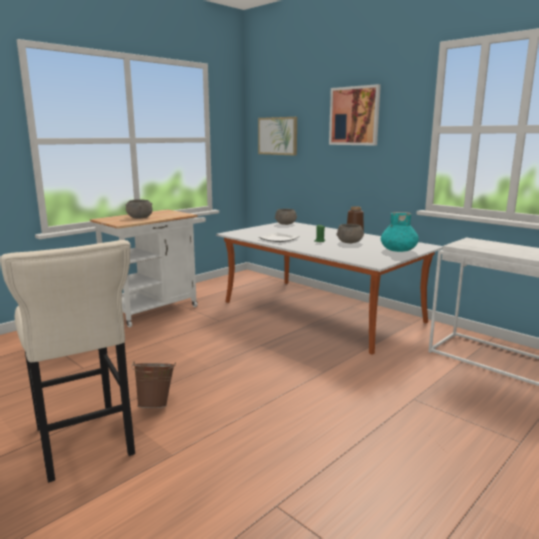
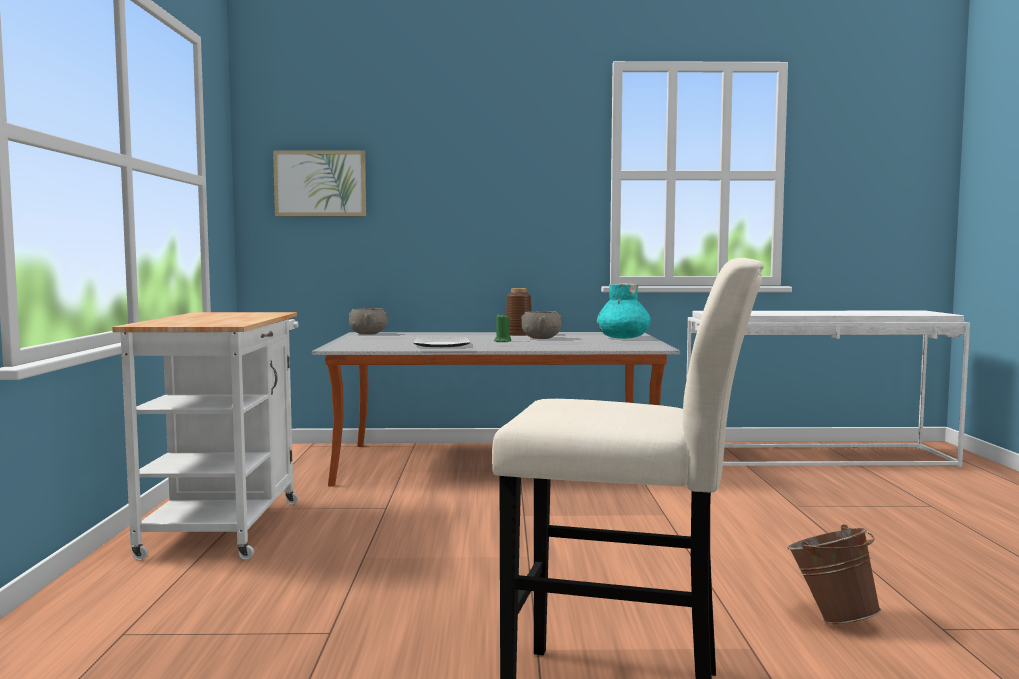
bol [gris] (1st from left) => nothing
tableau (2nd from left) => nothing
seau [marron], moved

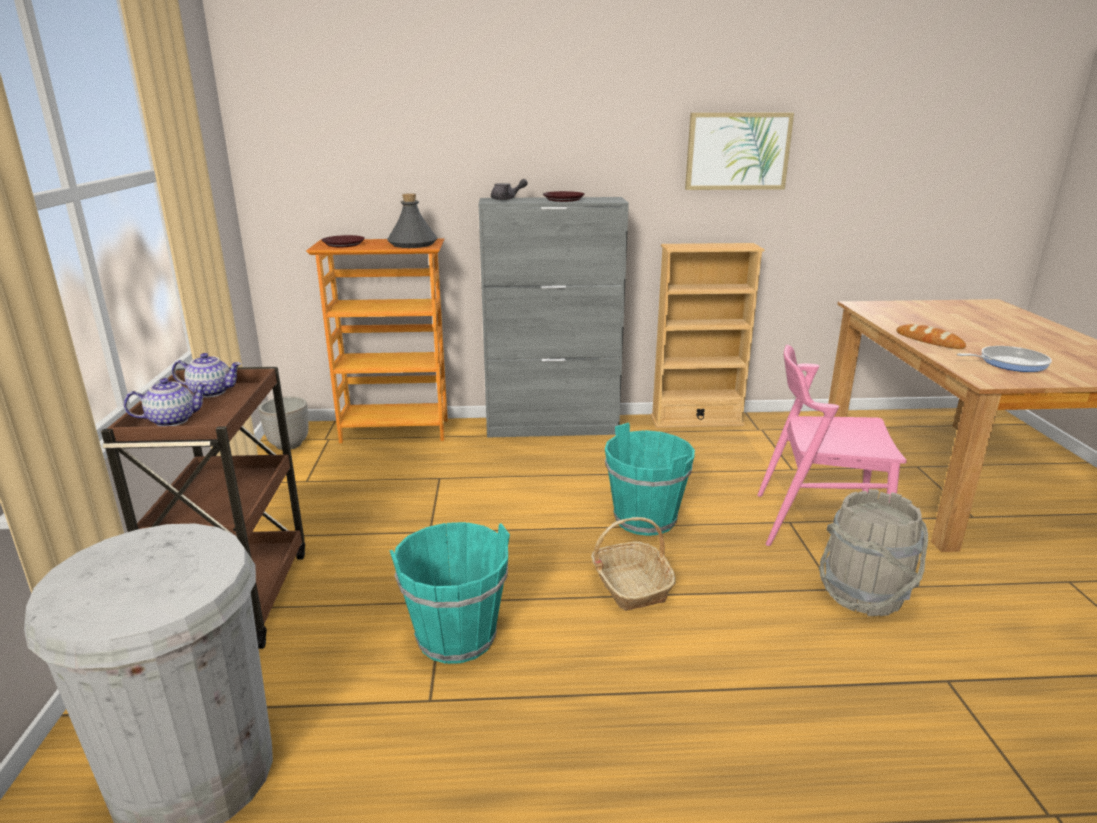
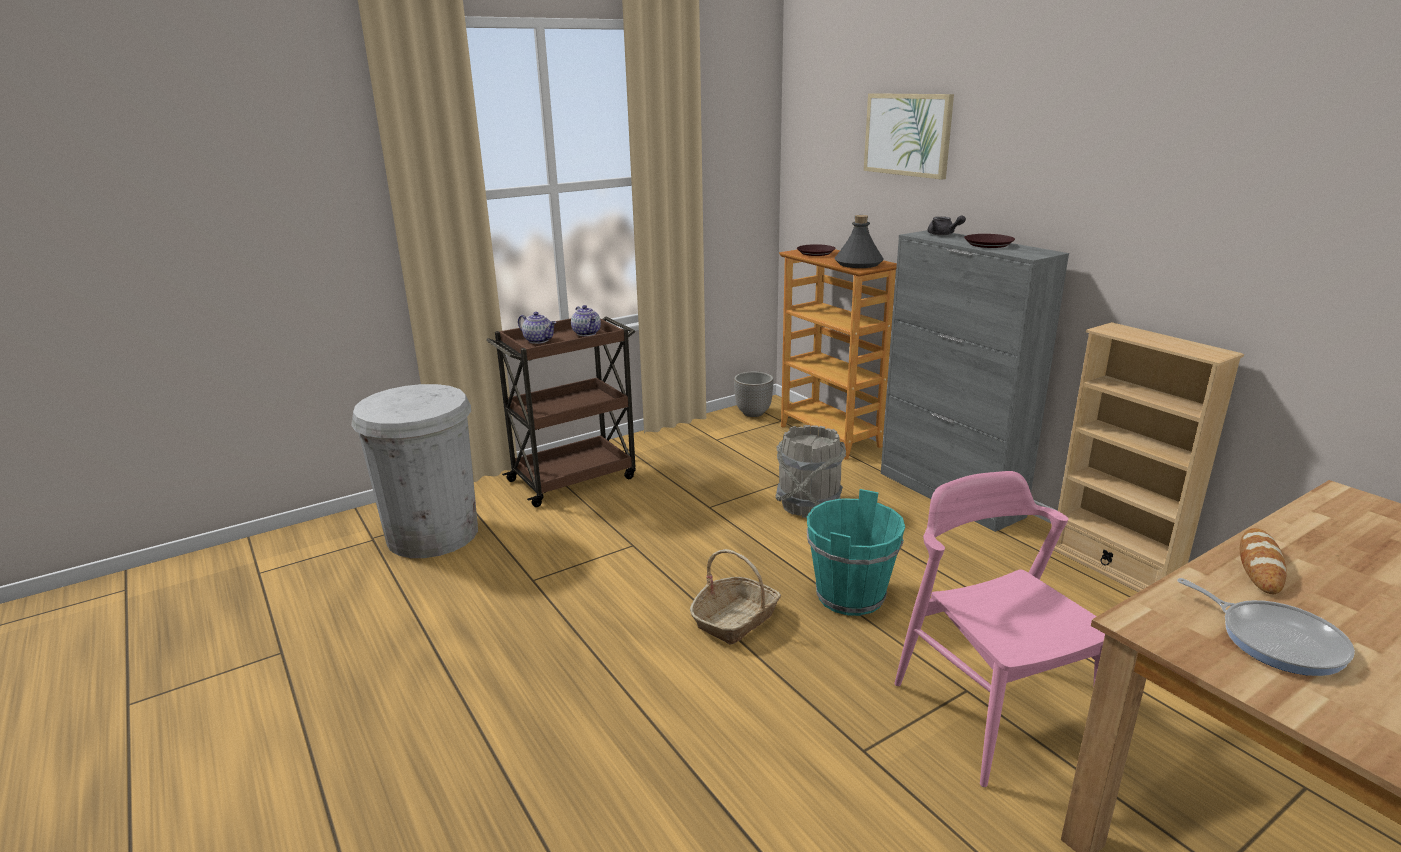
seau [turquoise] (1st from left) => nothing
tableau, moved
seau [gris], moved

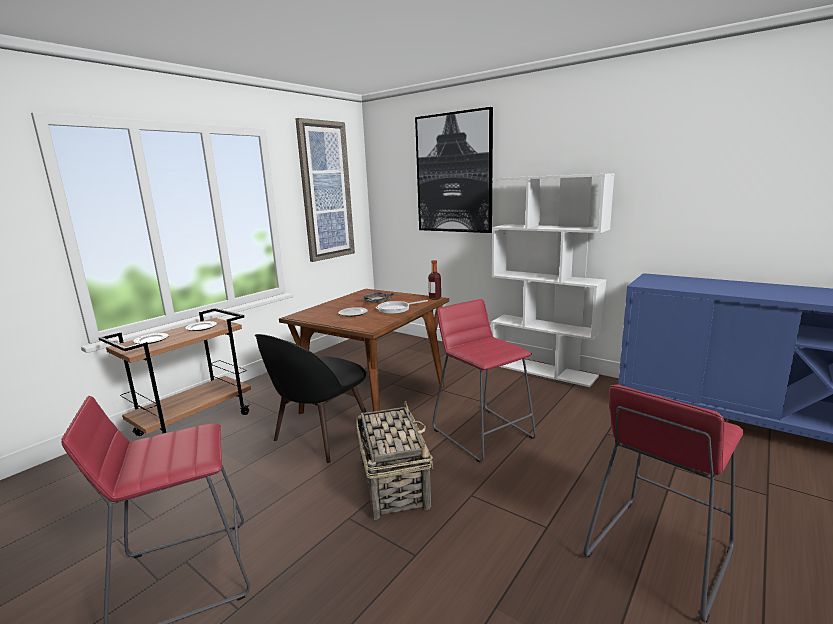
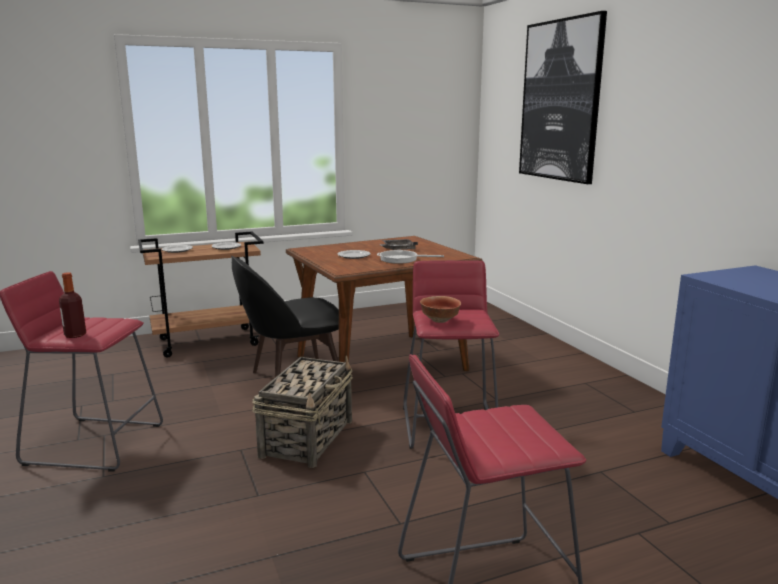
tableau (1st from left) => nothing
bibliothèque [blanc] => nothing
nothing => bol
bouteille, moved

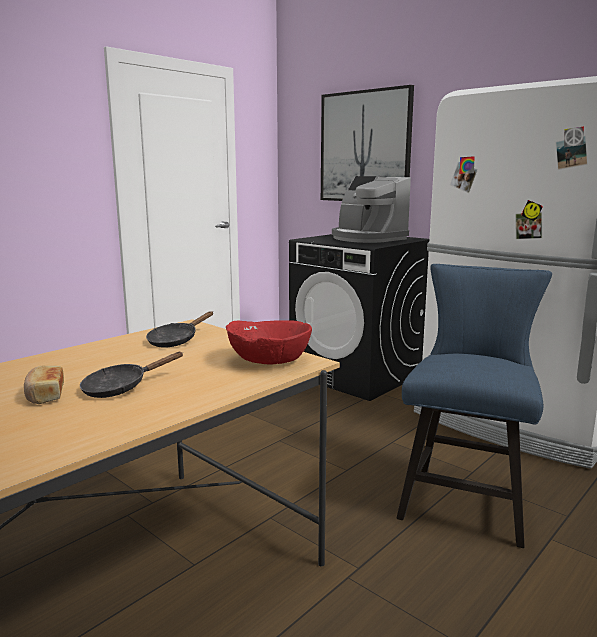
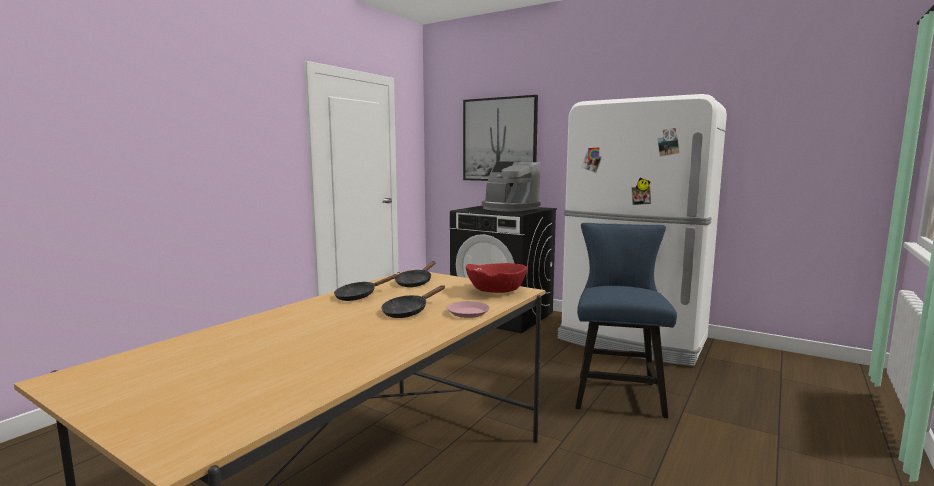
pain => nothing
nothing => poêle [noir] (1st from left)
nothing => assiette [rose]

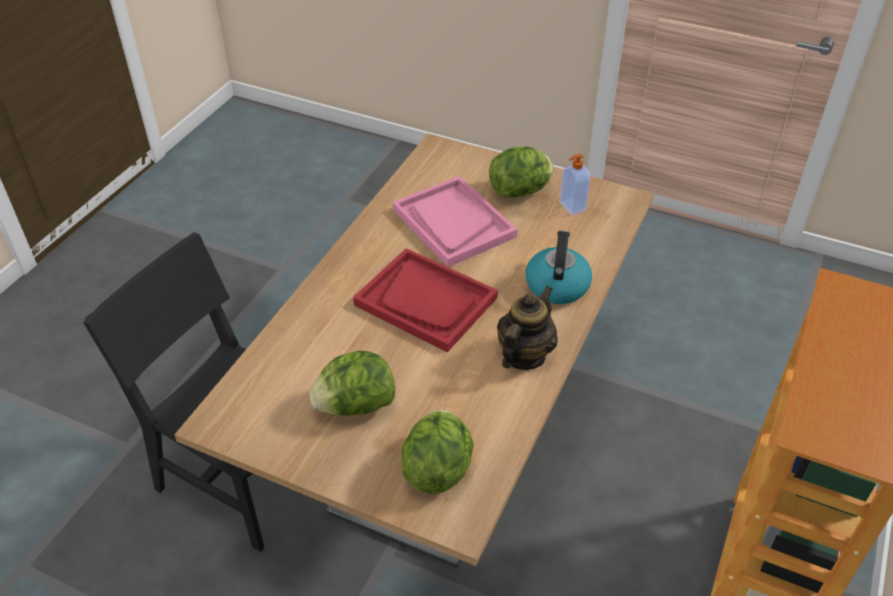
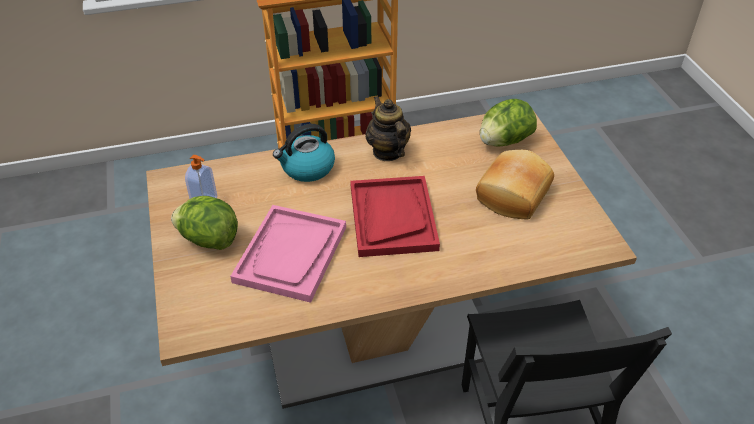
laitue (1st from left) => pain
théière, 75 degrees clockwise

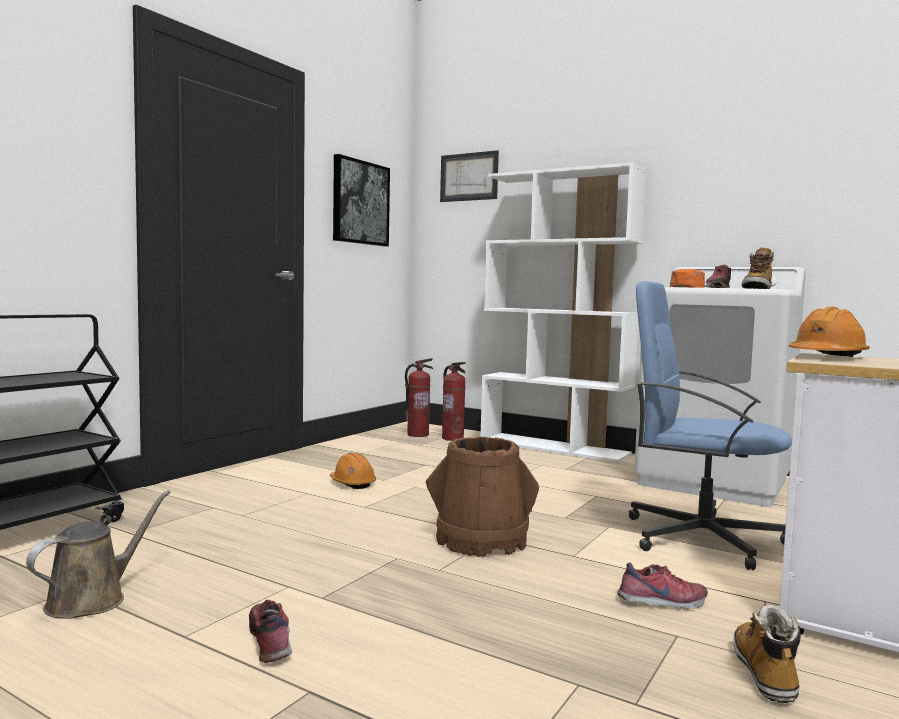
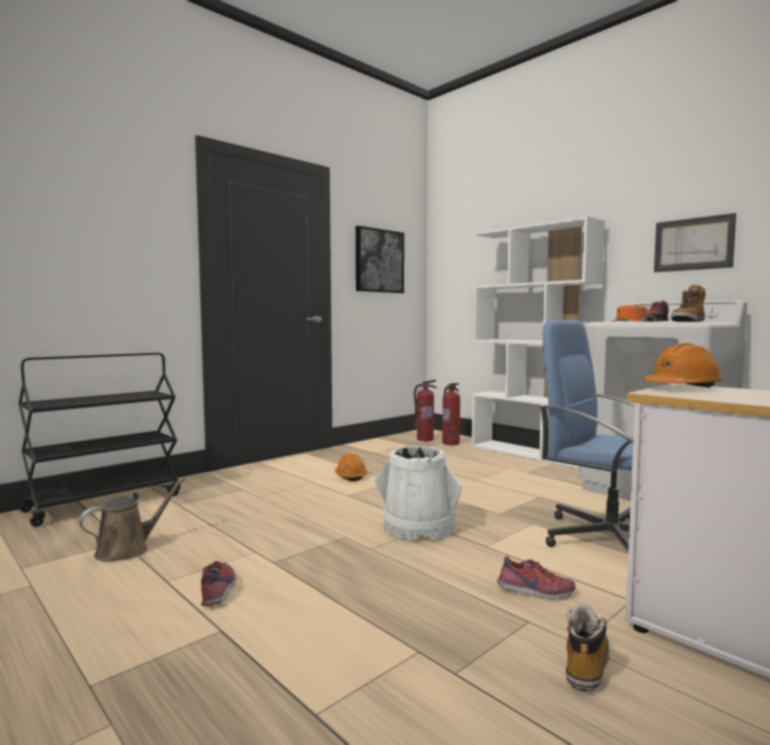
tableau (2nd from left), moved
seau [marron] => seau [blanc]

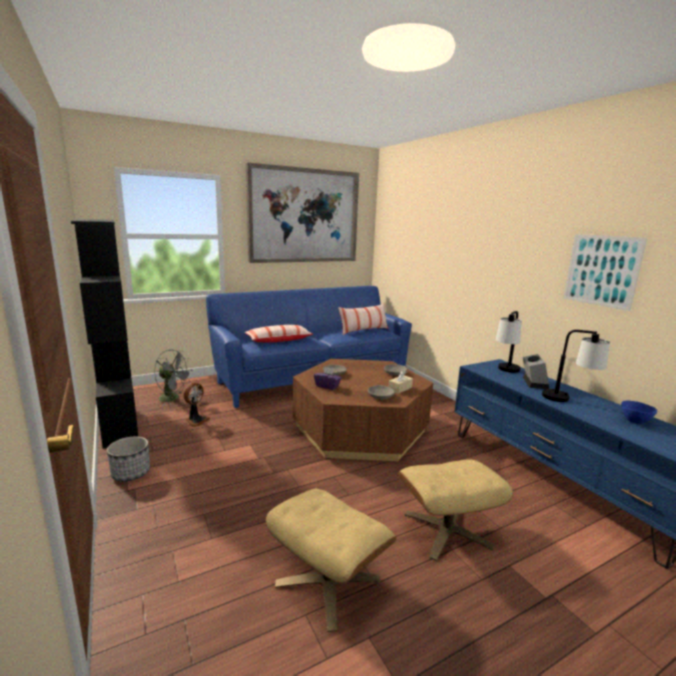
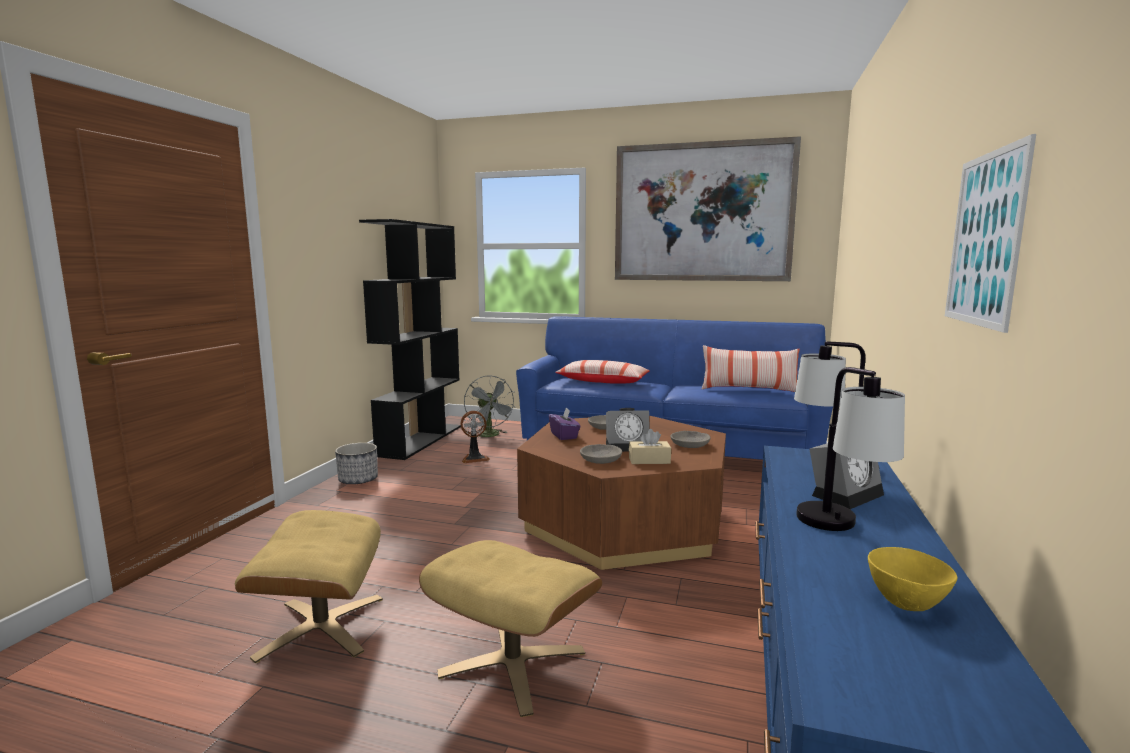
nothing => réveil (1st from left)
bol [bleu] => bol [jaune]

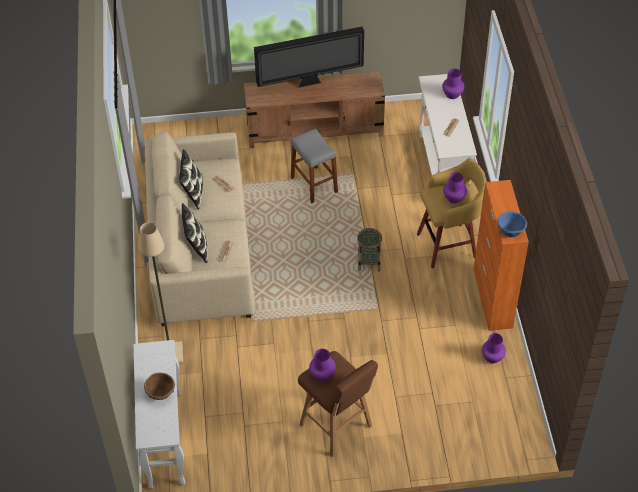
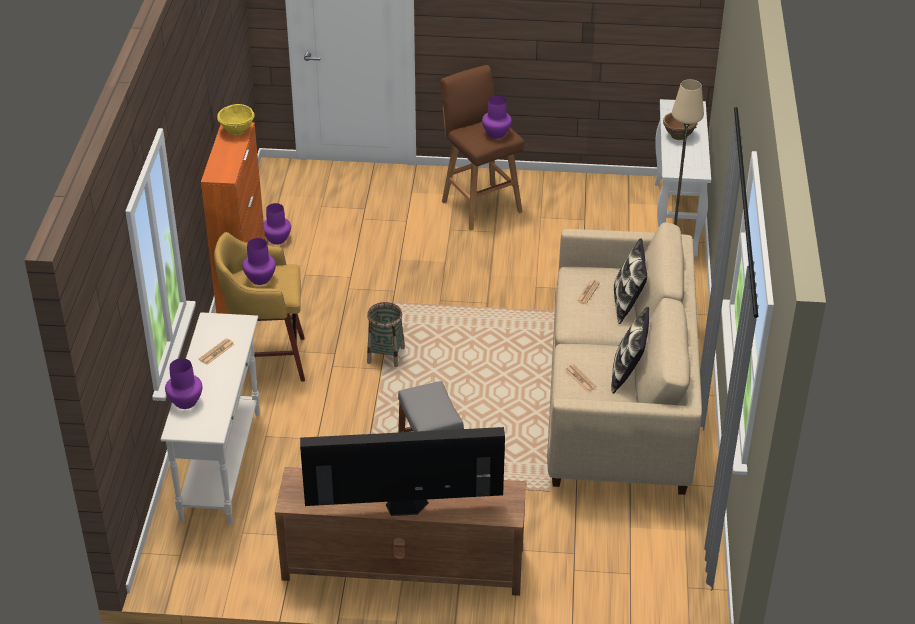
bol [bleu] => bol [jaune]

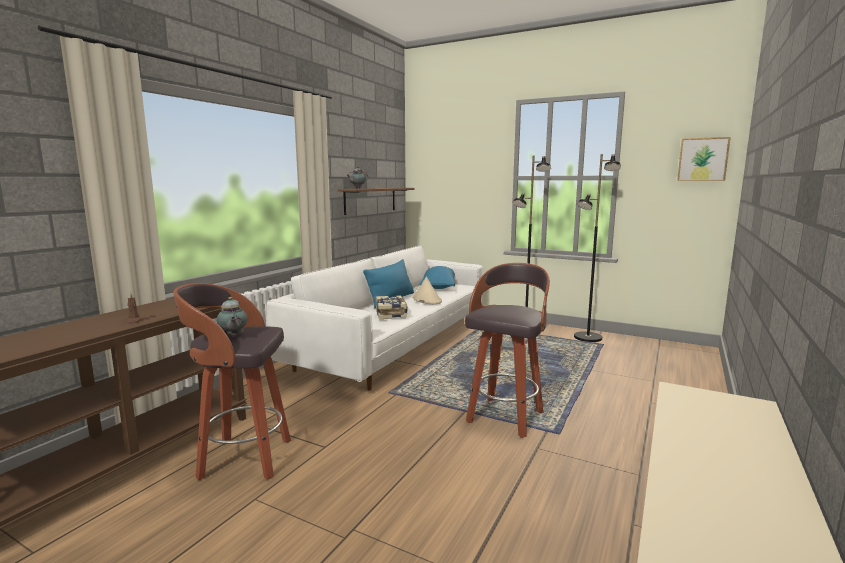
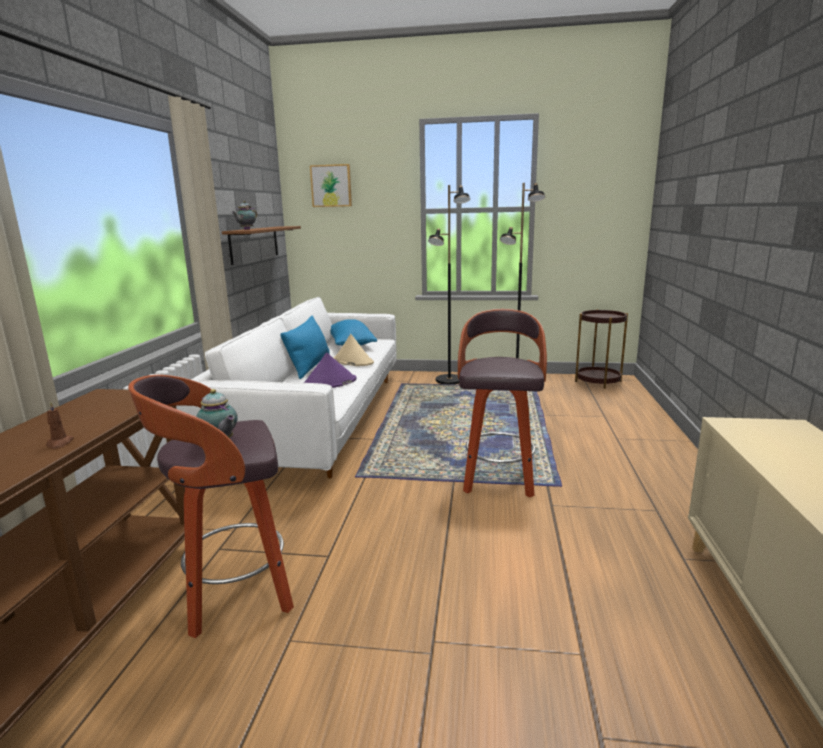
nothing => table d'appoint [marron]
tableau, moved
livre => chapeau [violet]

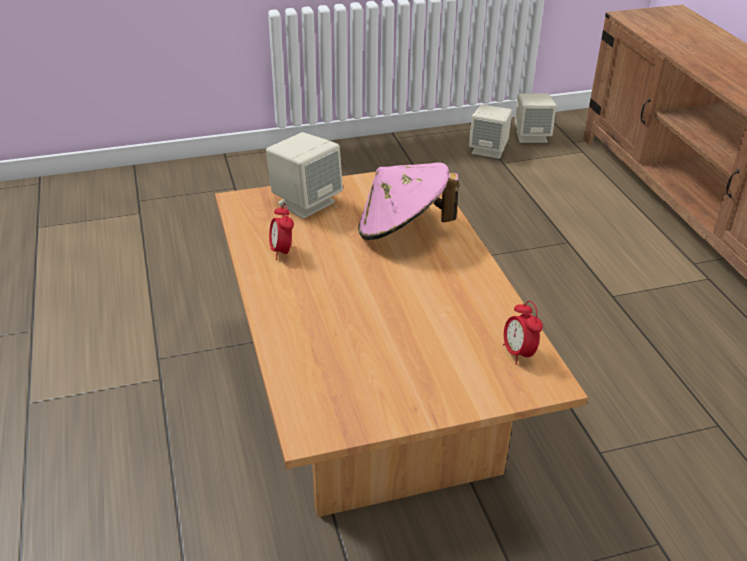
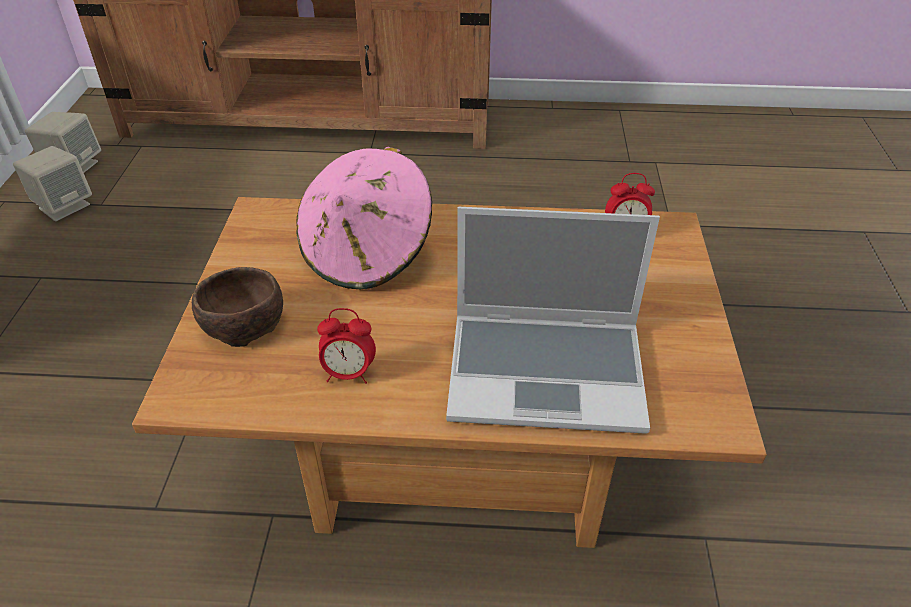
nothing => ordinateur portable
enceinte [beige] (1st from left) => bol [marron]

